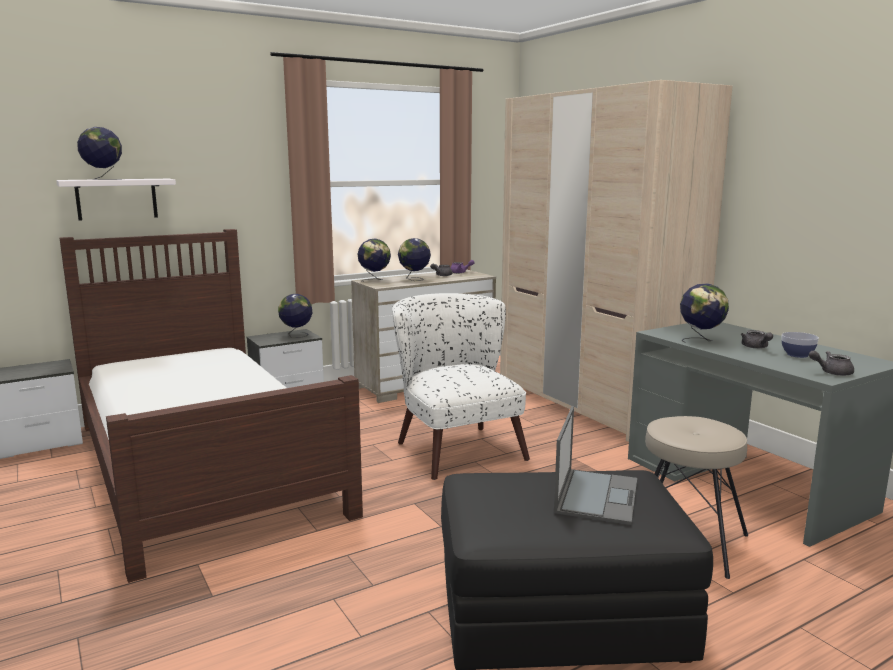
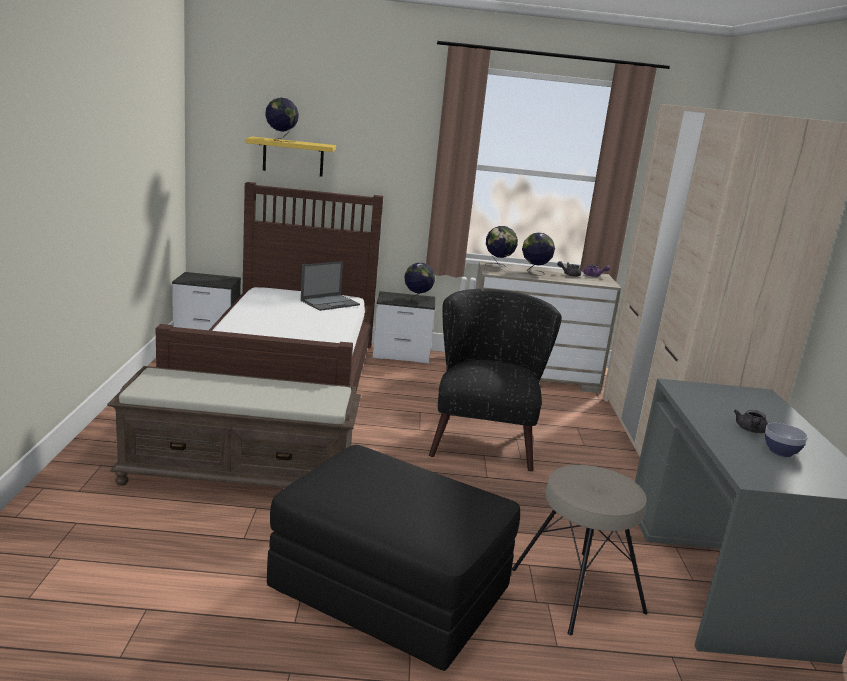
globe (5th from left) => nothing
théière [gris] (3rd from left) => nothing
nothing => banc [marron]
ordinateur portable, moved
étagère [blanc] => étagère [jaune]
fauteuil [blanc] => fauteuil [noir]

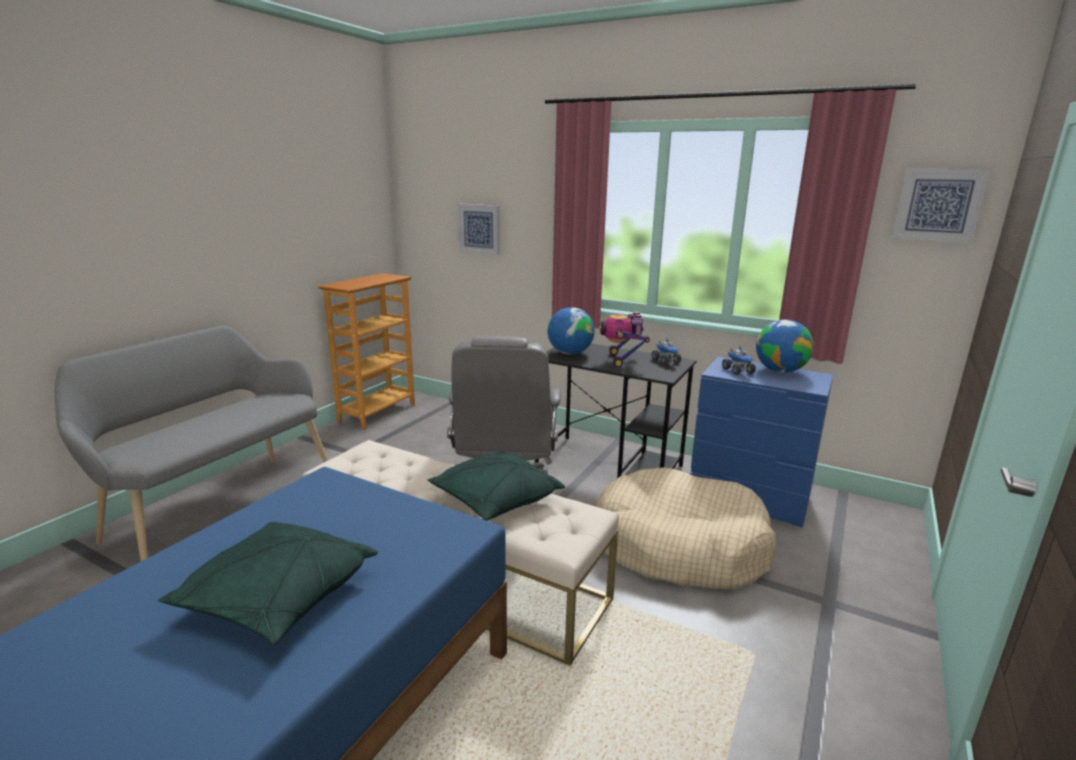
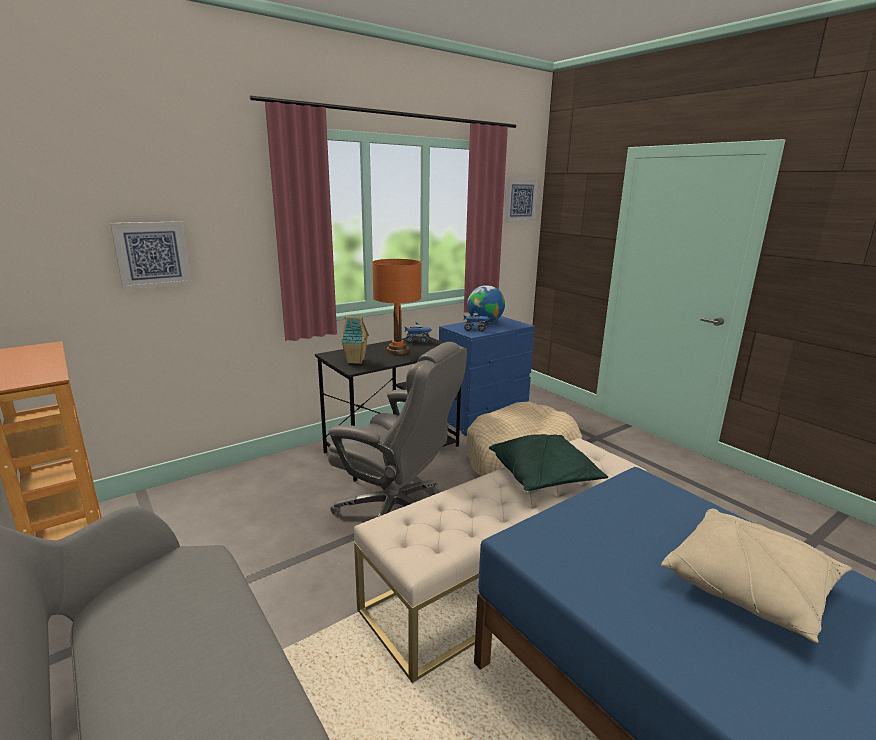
globe (1st from left) => maison miniature
robot jouet => lampe de table [orange]
coussin [vert] (1st from left) => coussin [beige]

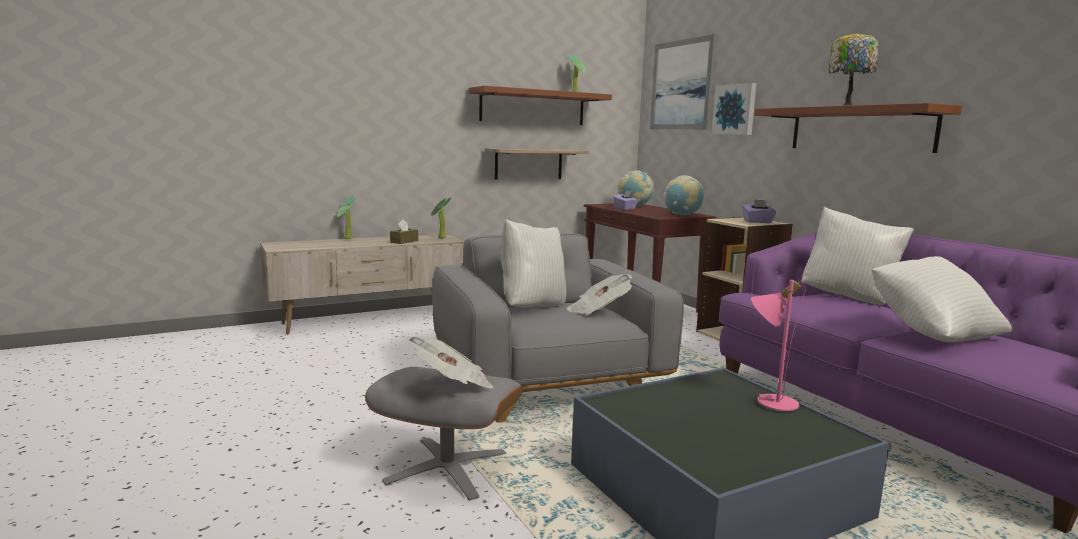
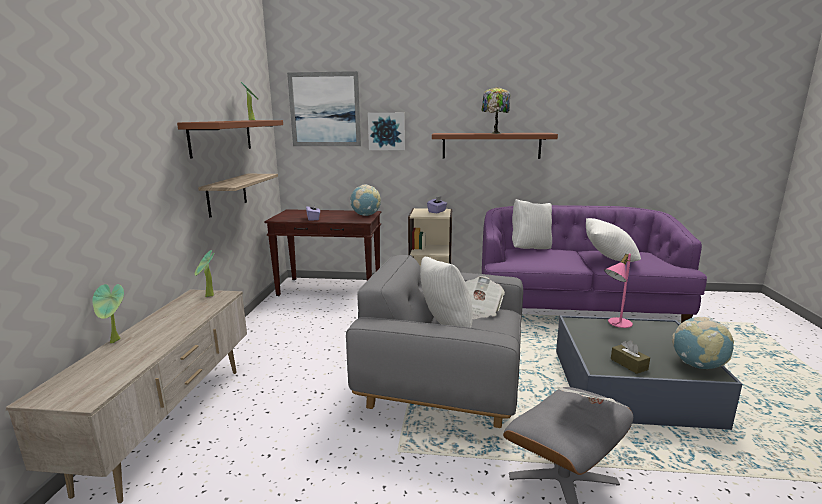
boîte à mouchoirs [marron], moved
globe (1st from left in the first image) => globe (2nd from left), moved

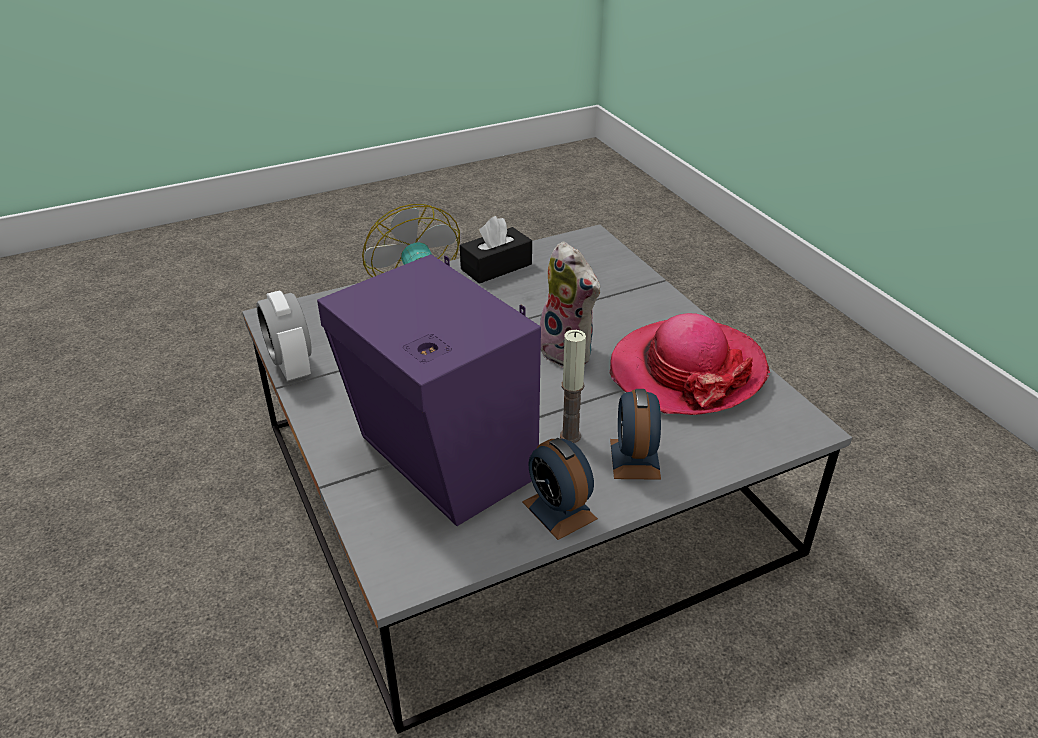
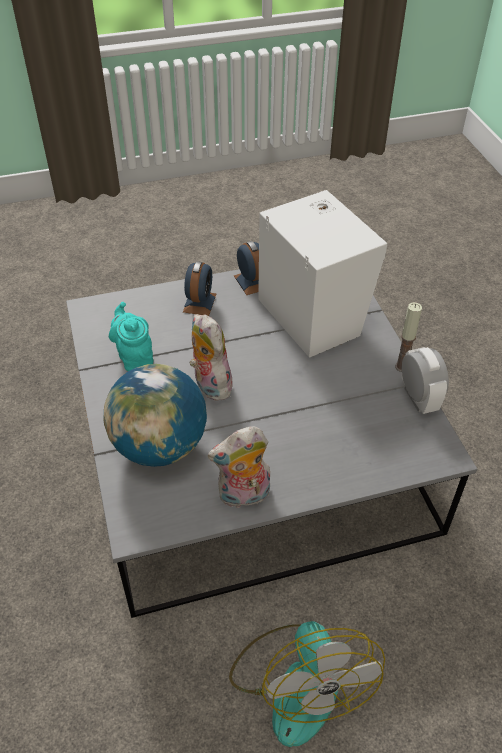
nothing => globe
bougie, moved
boîte à mouchoirs [noir] => peluche (2nd from left)
chapeau => théière [turquoise]
enceinte [violet] => enceinte [blanc]

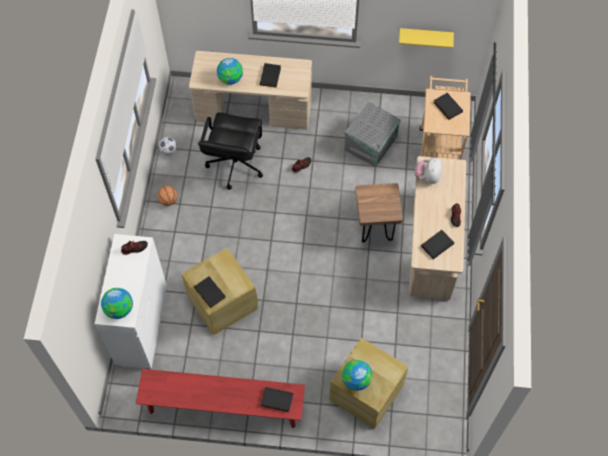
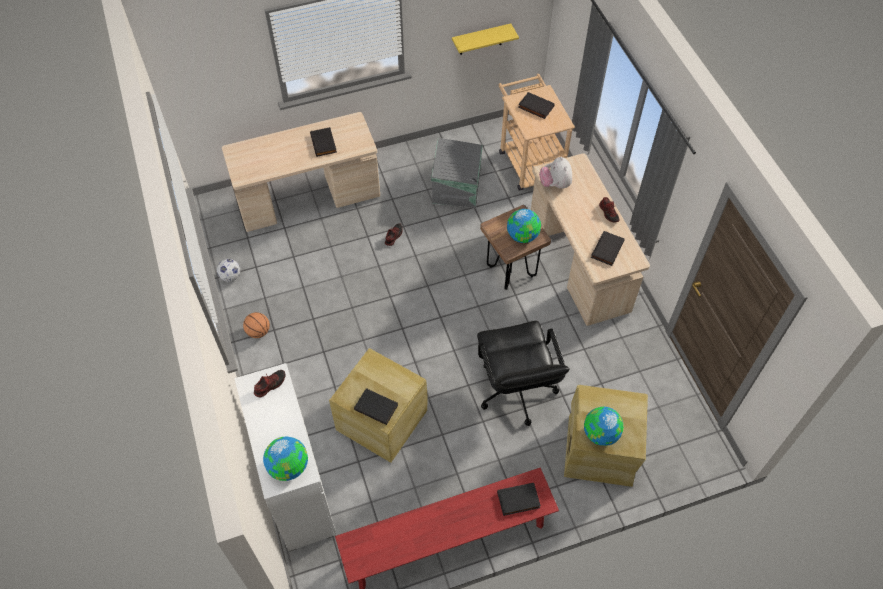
chaise de bureau [noir], moved
globe (2nd from left), moved

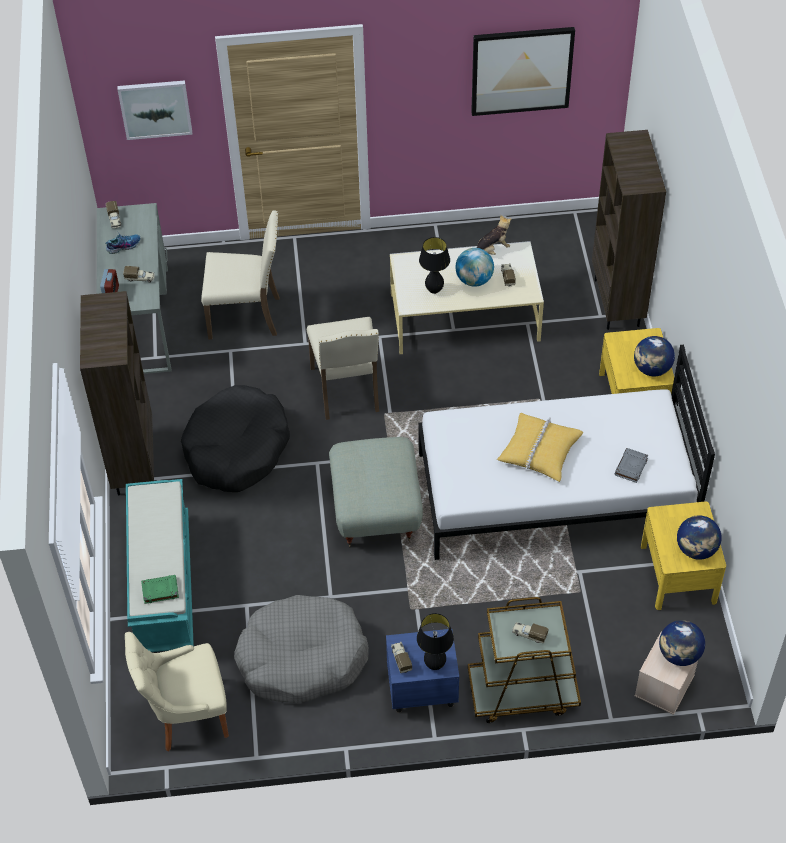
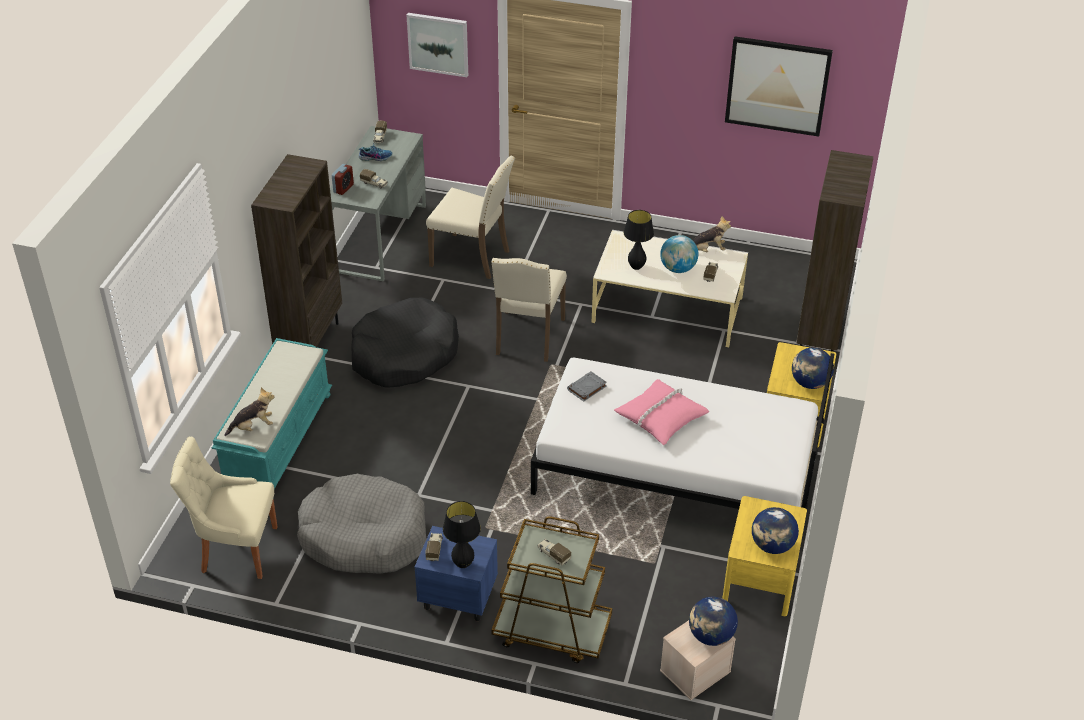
pouf [gris] => nothing
livre [gris], moved
livre [vert] => peluche (1st from left)
coussin [jaune] => coussin [rose]

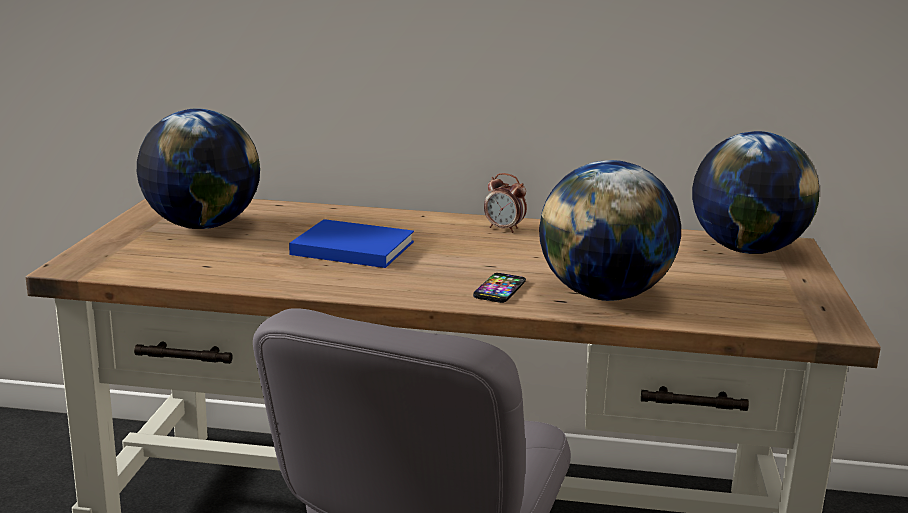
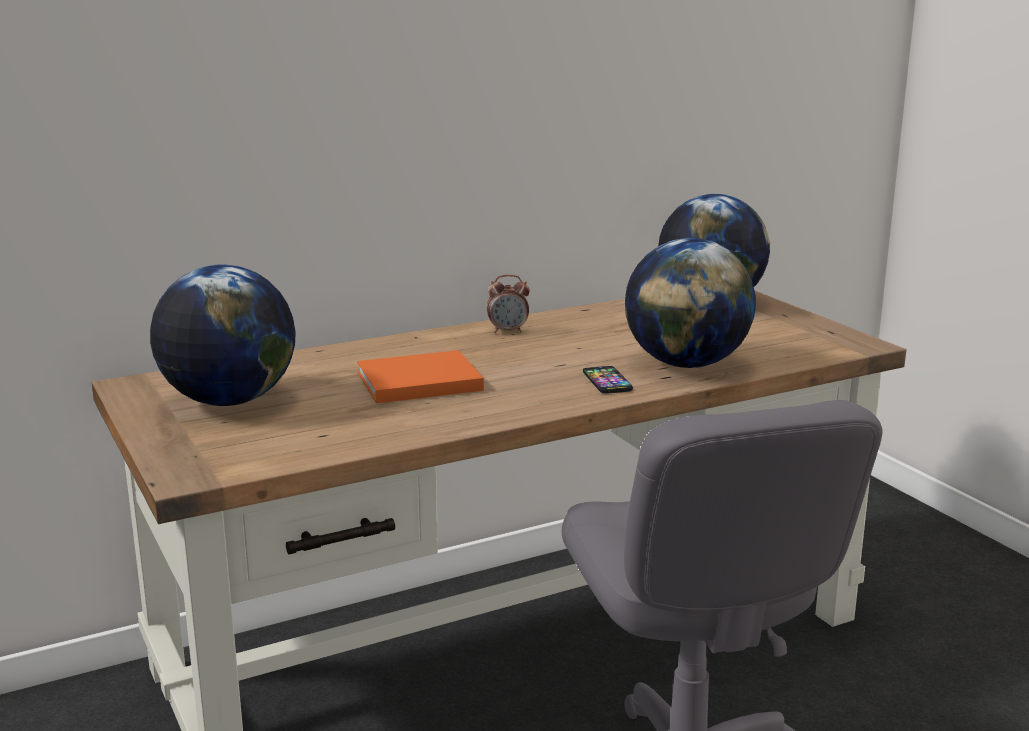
livre [bleu] => livre [orange]

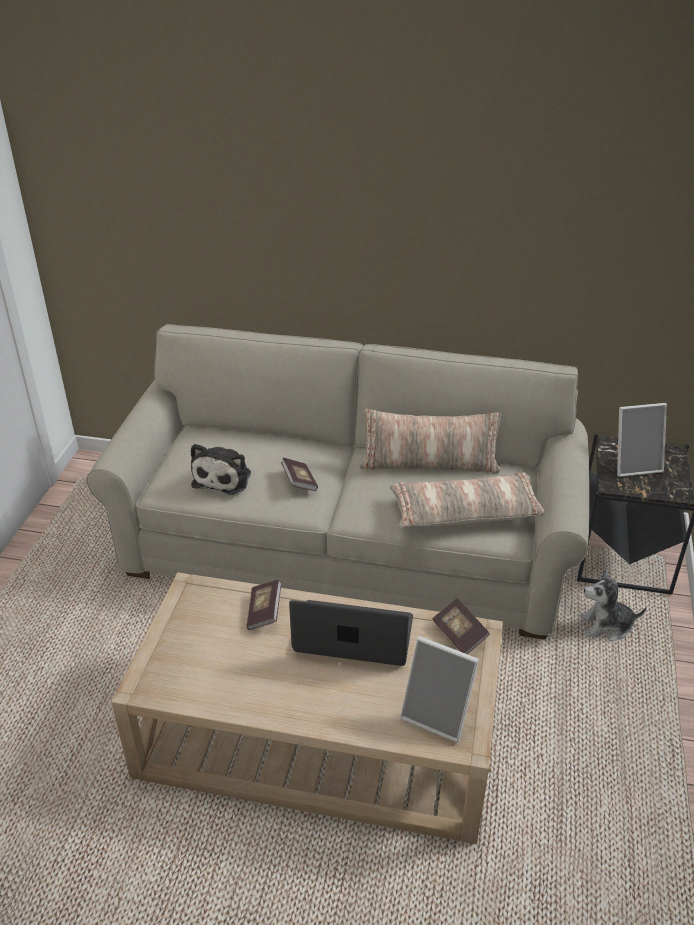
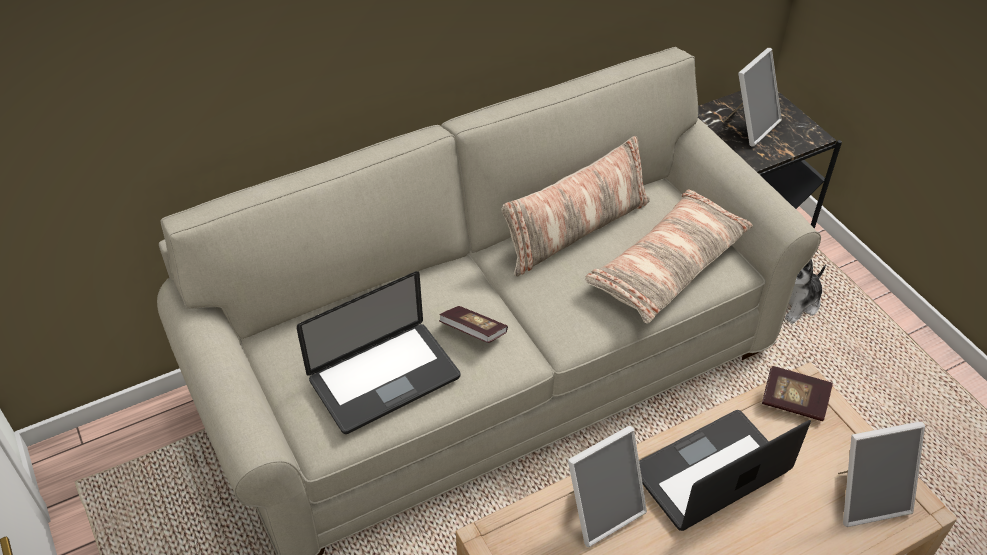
peluche (1st from left) => ordinateur portable (1st from left)
livre (1st from left) => cadre photo (1st from left)

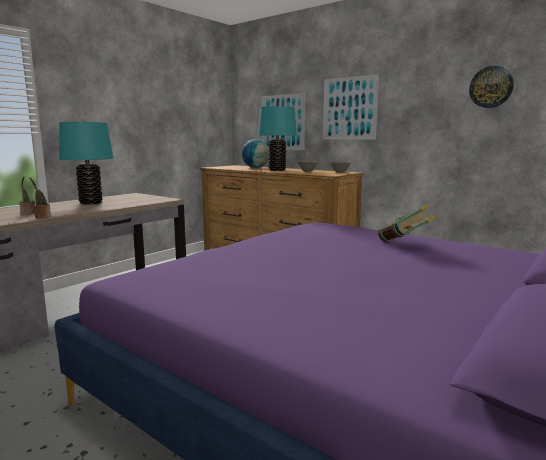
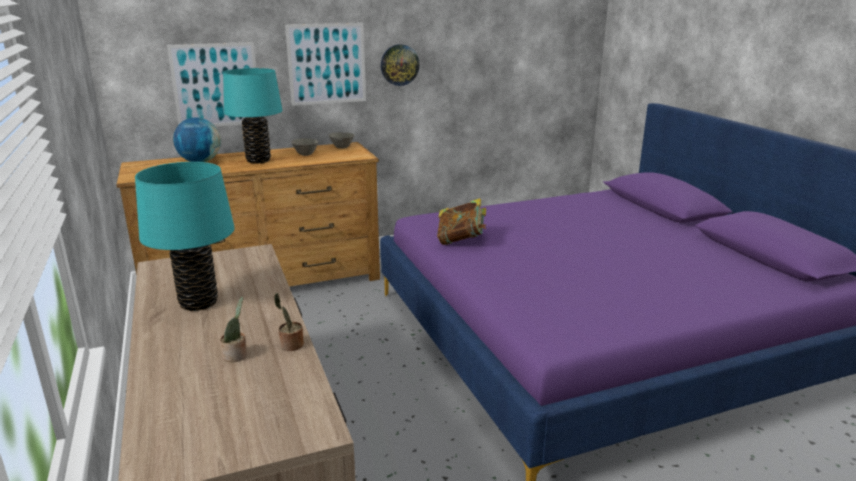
livre, moved
horloge murale, moved

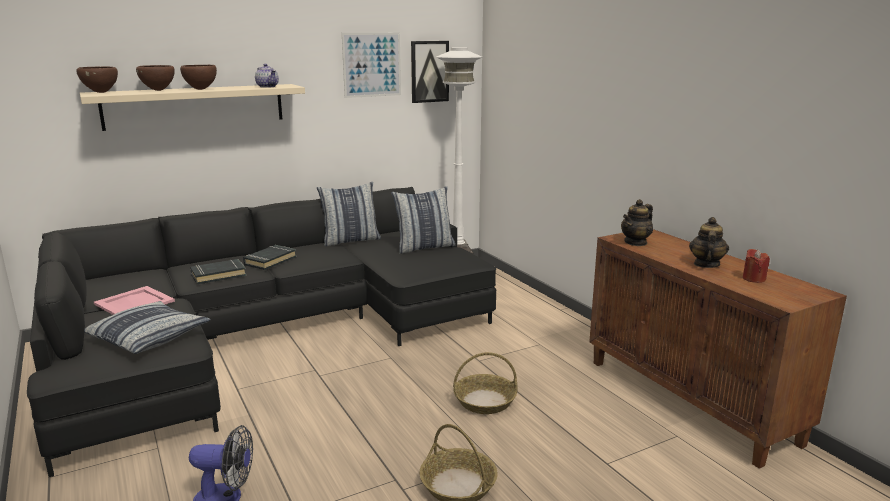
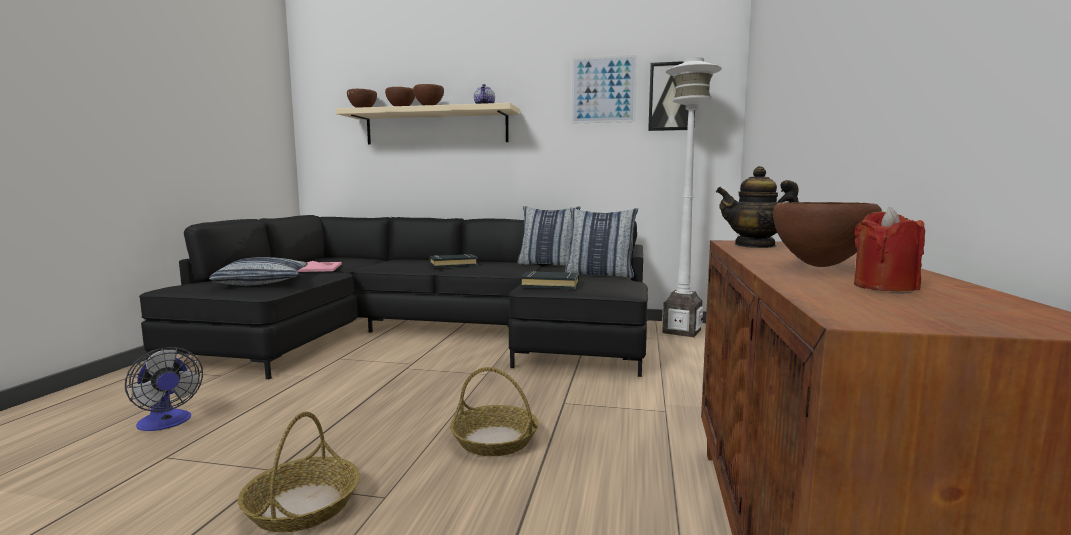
livre [noir] (1st from left in the first image) => livre [noir] (2nd from left), moved
théière (3rd from left) => bol [marron] (4th from left)

